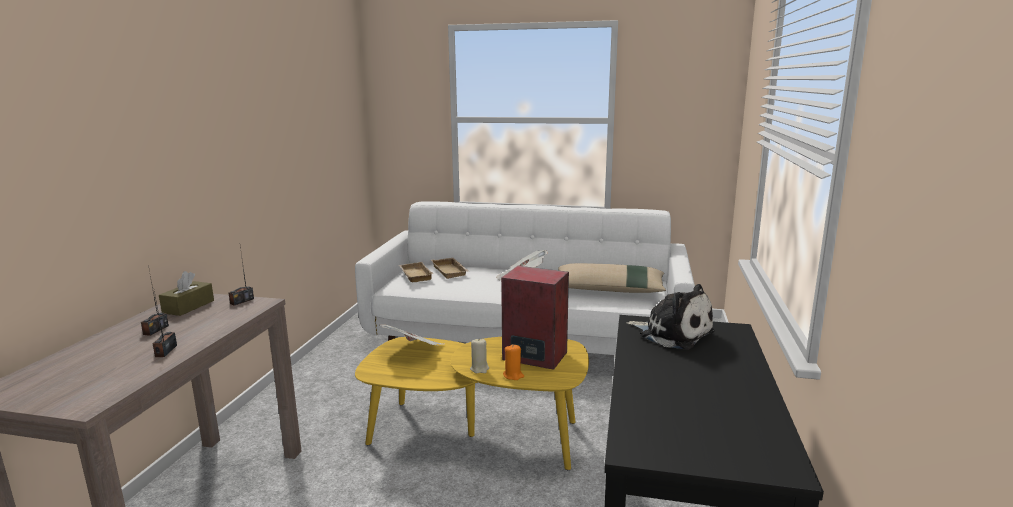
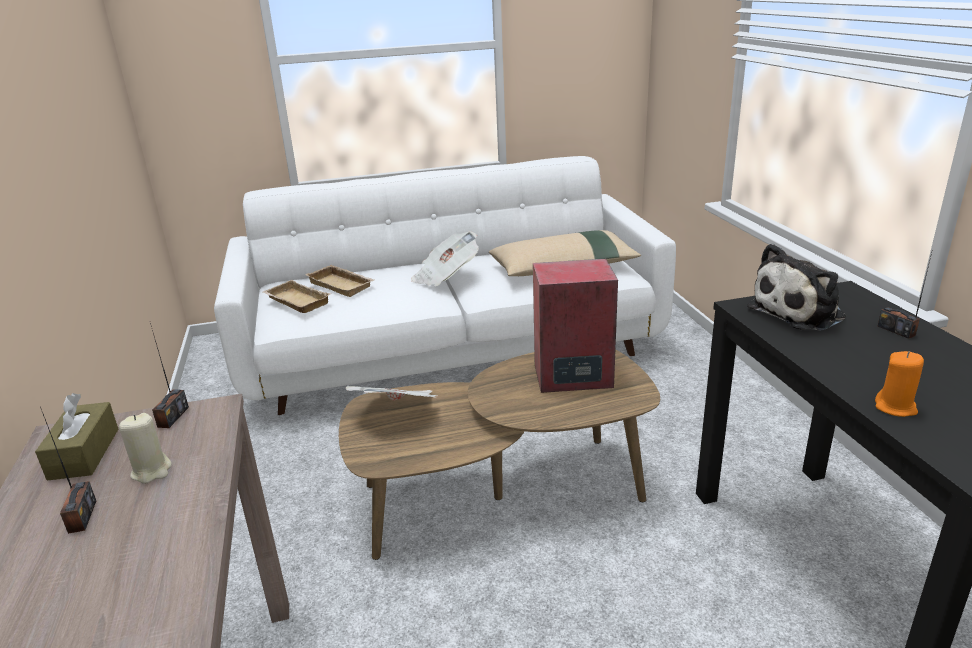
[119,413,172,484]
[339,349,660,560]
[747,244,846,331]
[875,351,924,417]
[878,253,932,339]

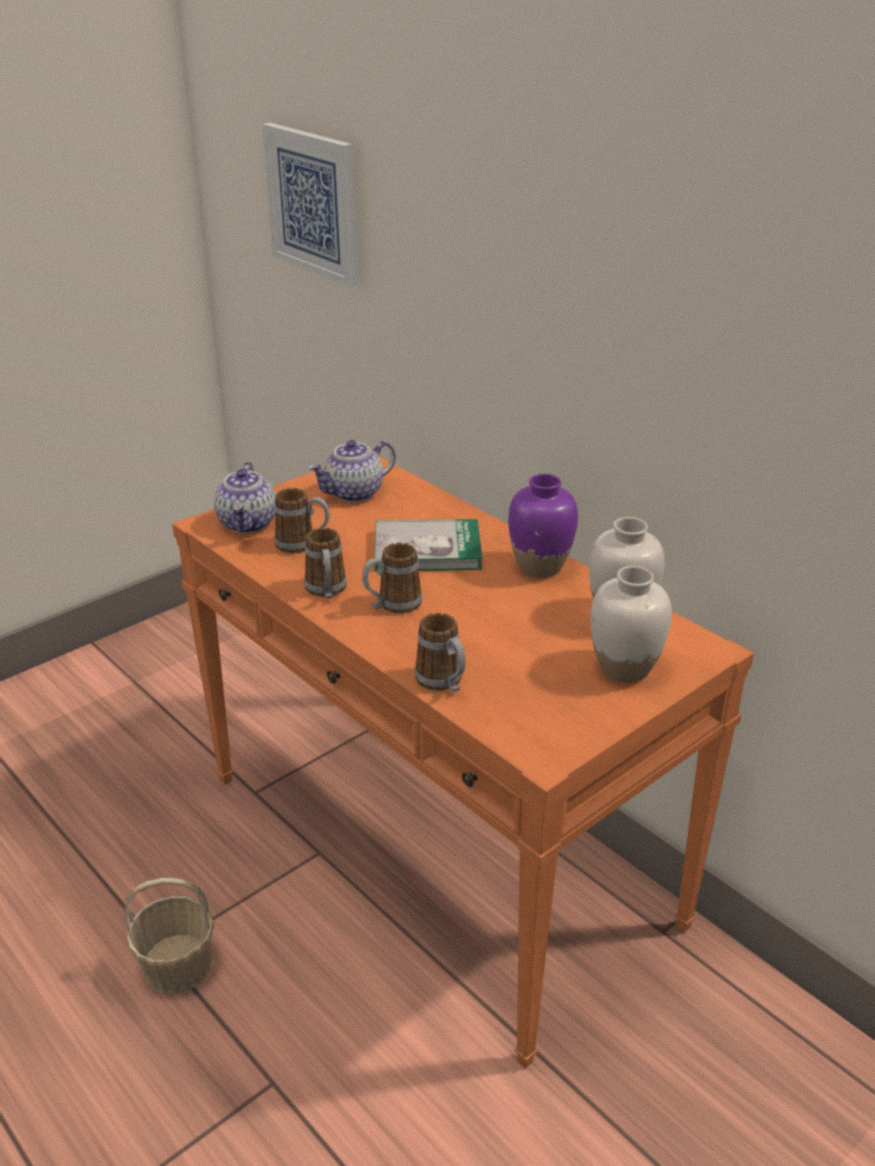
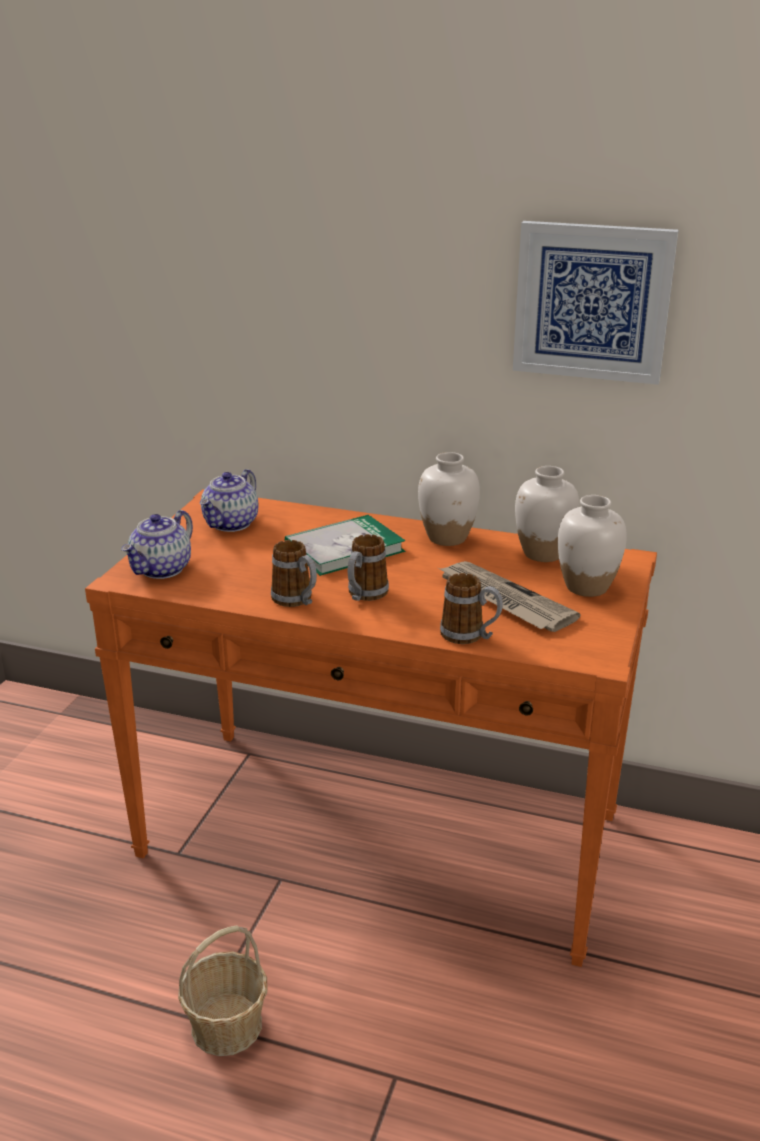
[121,510,193,579]
[418,452,480,546]
[438,561,581,632]
[513,221,678,385]
[274,488,330,553] (first image)

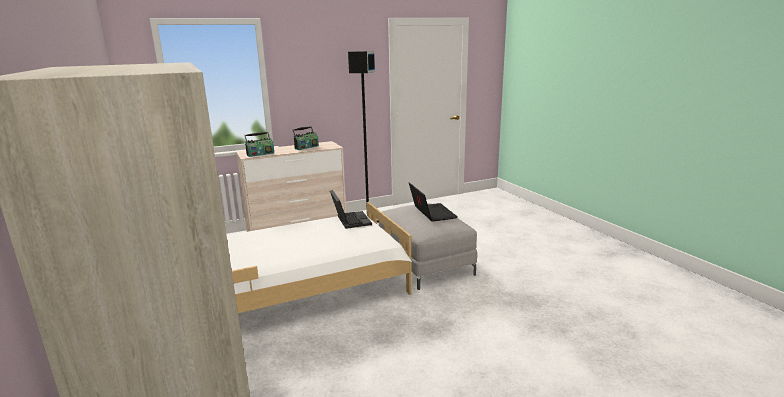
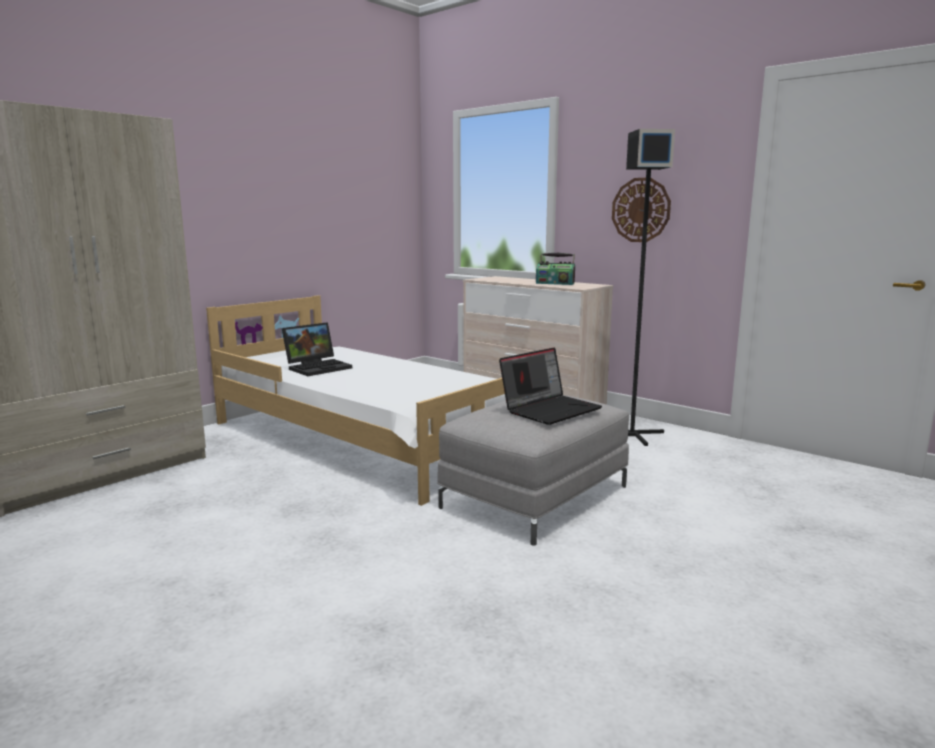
[282,322,352,376]
[612,178,671,242]
[245,132,274,157] (first image)

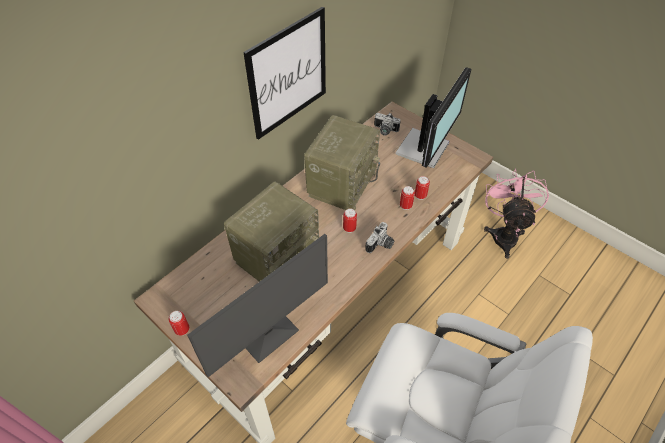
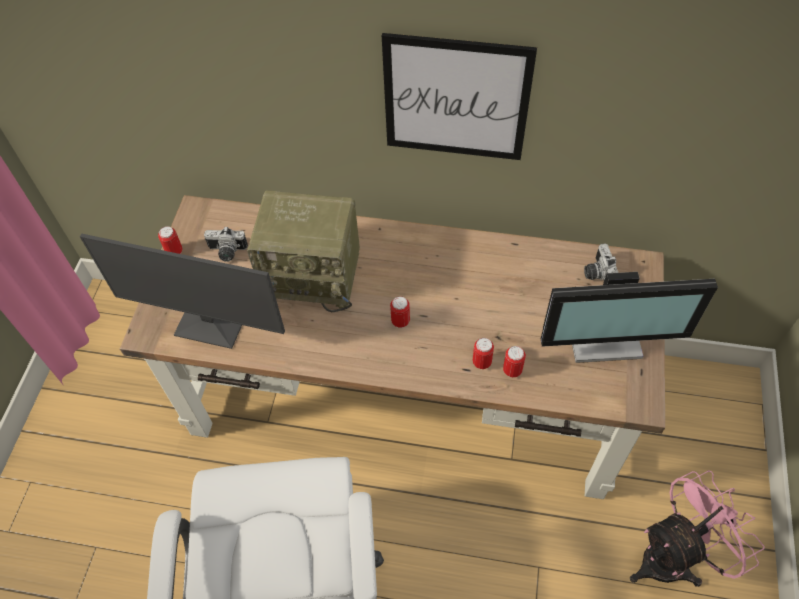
[204,226,248,262]
[304,115,380,210] (first image)

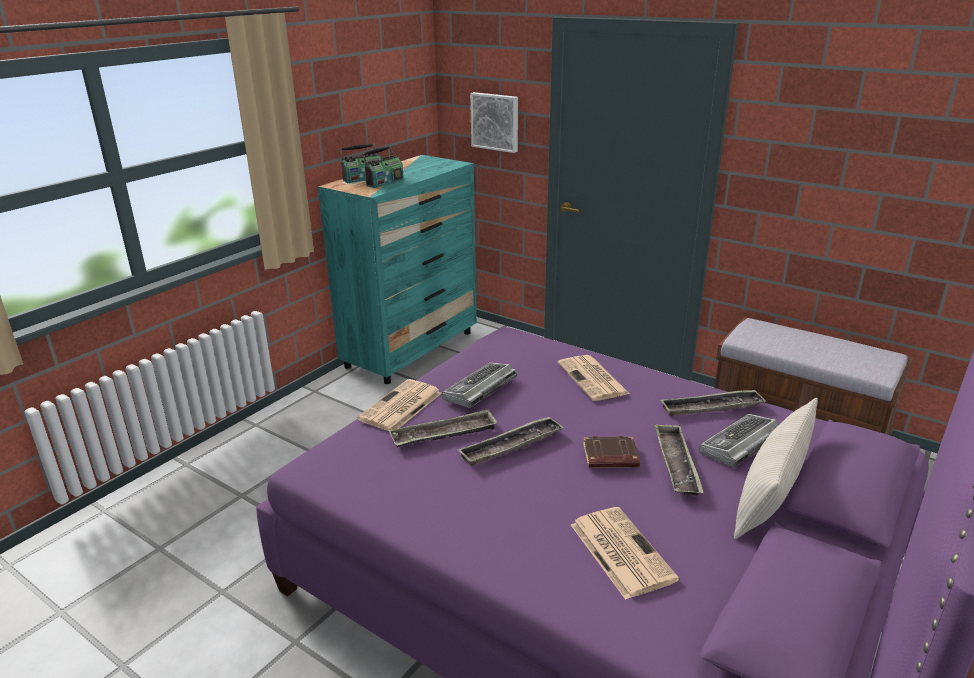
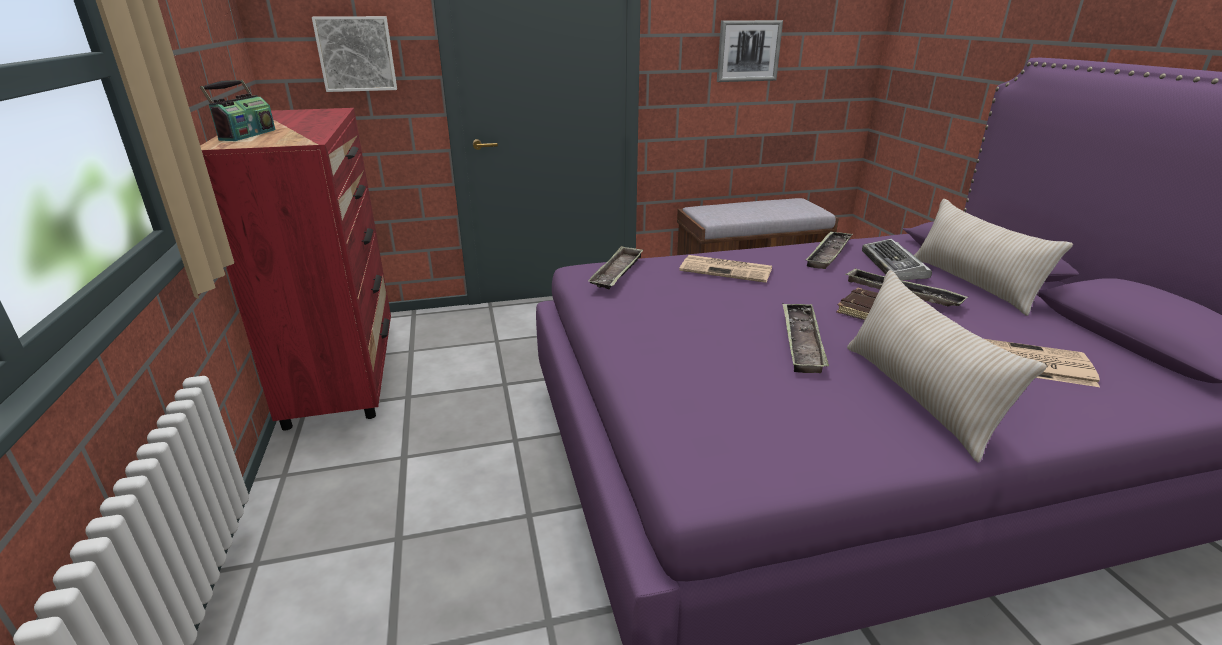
[200,108,391,431]
[588,246,643,289]
[717,20,783,82]
[847,270,1047,463]
[357,379,442,431] (first image)
[362,146,404,188] (first image)
[442,362,517,408] (first image)

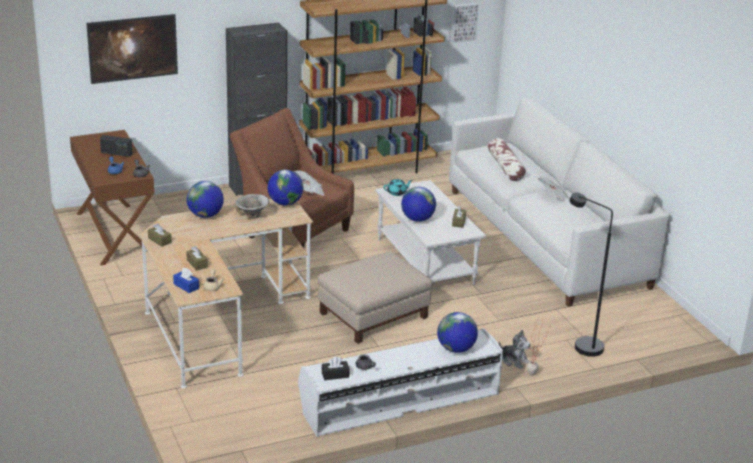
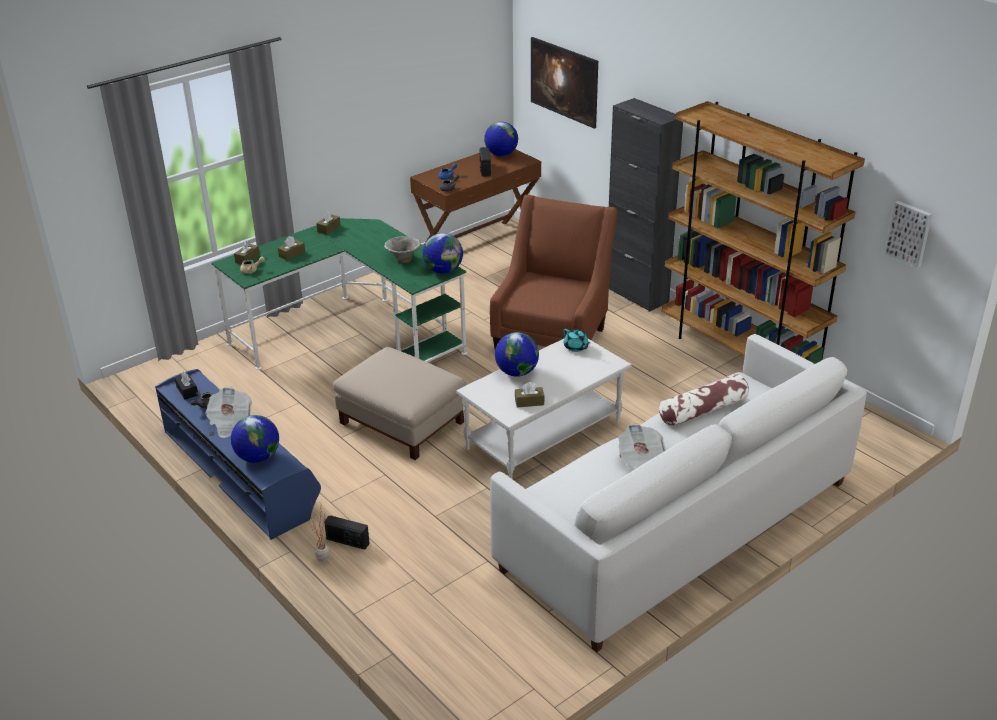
[155,369,321,540]
[206,387,252,438]
[211,218,467,370]
[234,240,260,264]
[324,516,370,549]
[484,122,518,156]
[570,193,613,357] (first image)

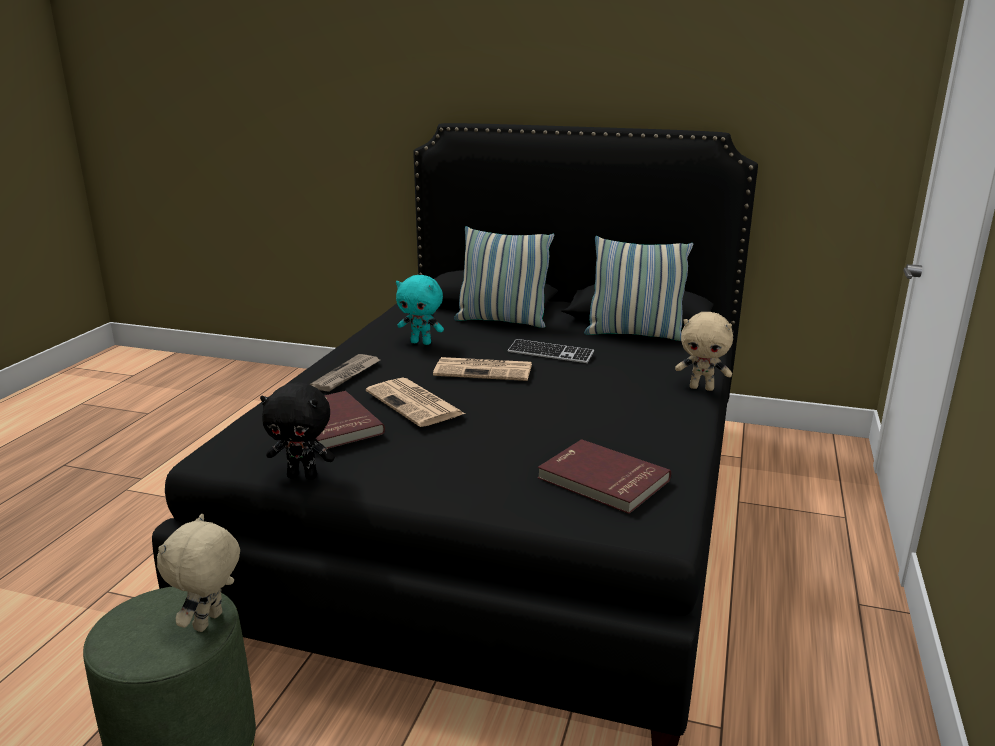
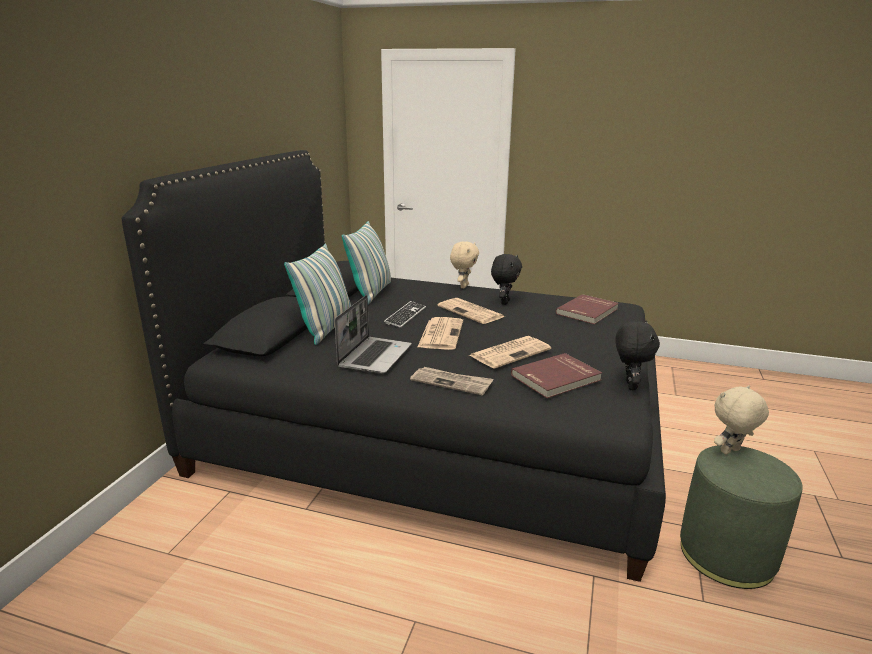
[335,295,412,374]
[437,298,505,324]
[491,254,522,305]
[714,385,769,454]

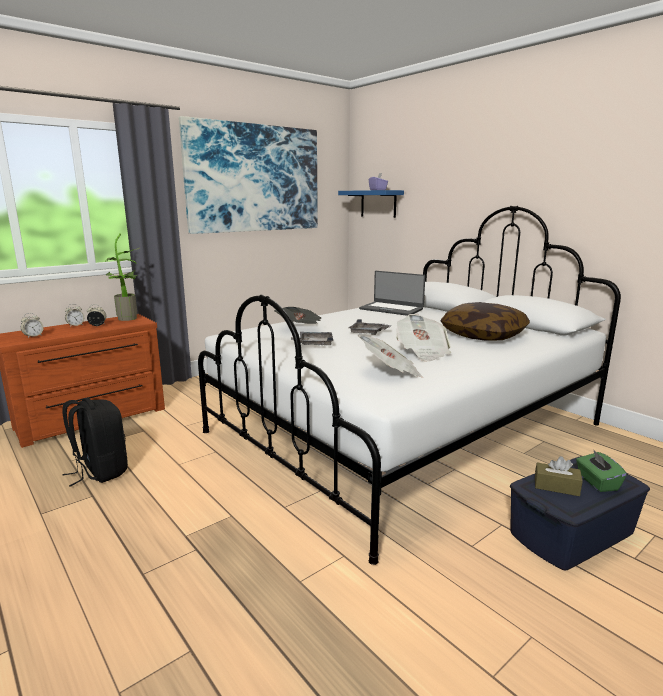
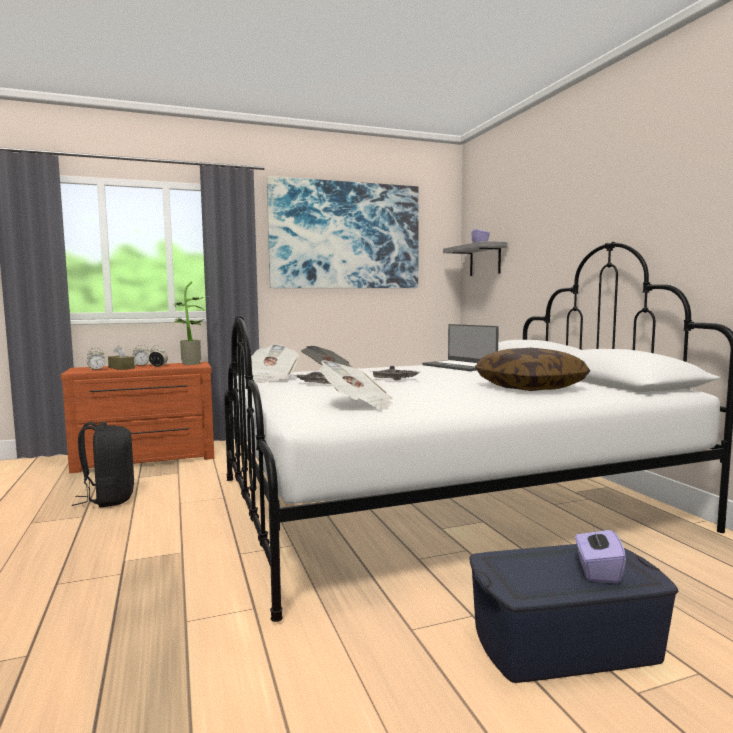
[108,346,135,370]
[251,344,300,383]
[443,241,507,276]
[575,523,626,584]

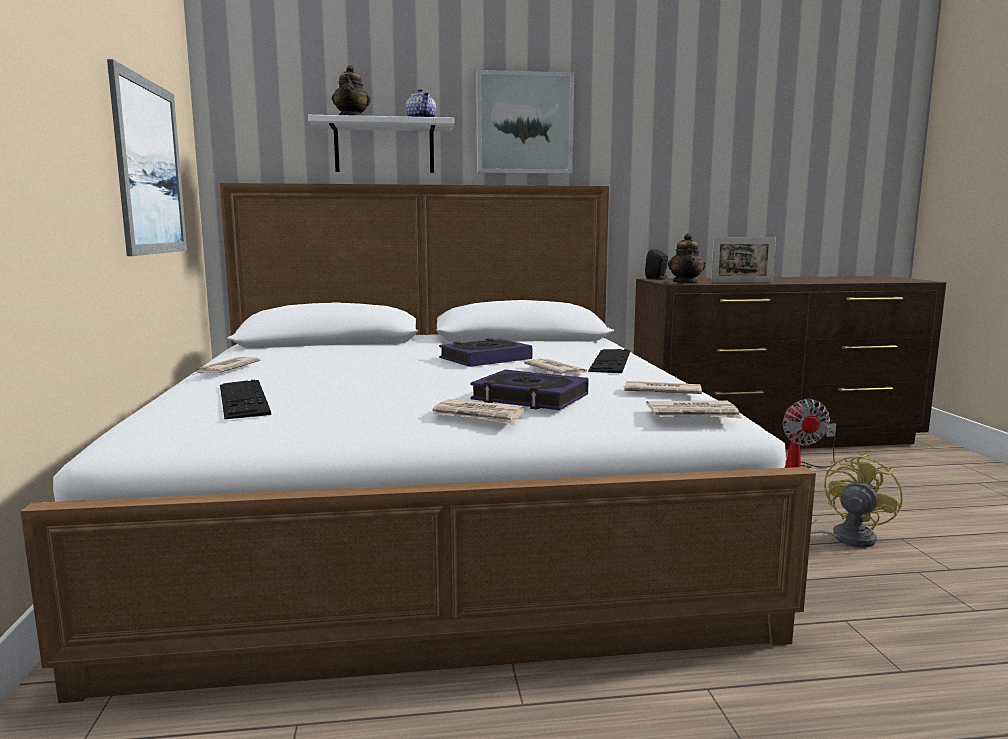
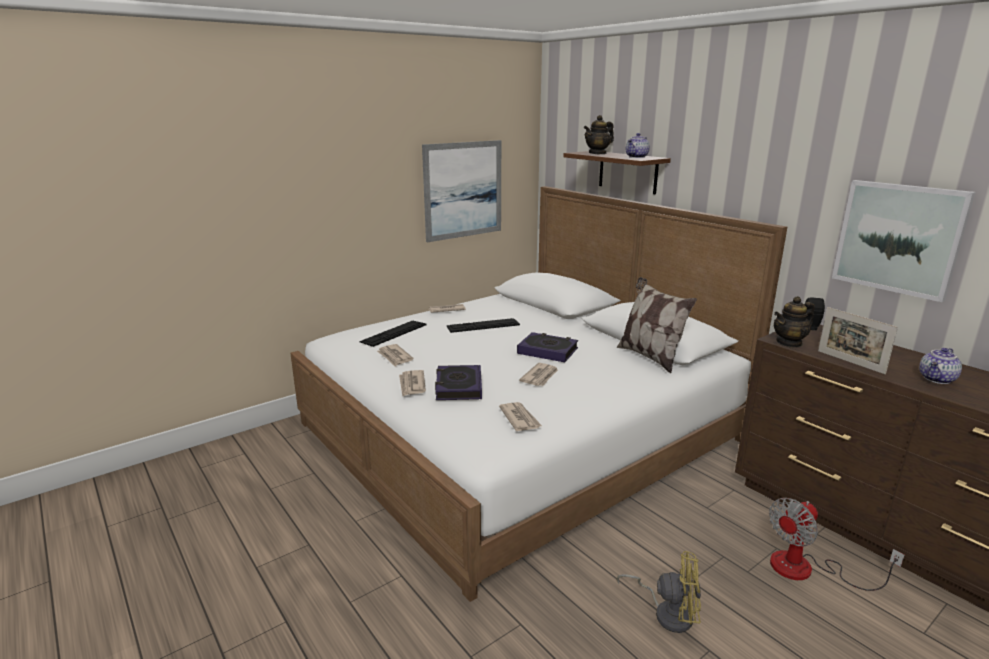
[377,344,414,366]
[446,318,520,333]
[563,151,671,194]
[617,277,697,373]
[832,180,976,302]
[919,348,962,384]

